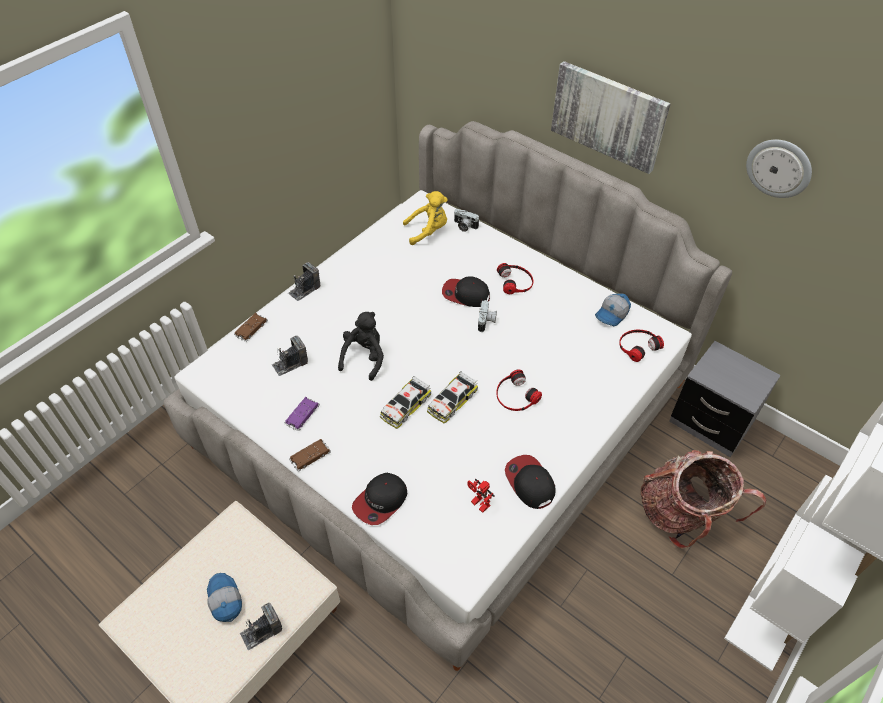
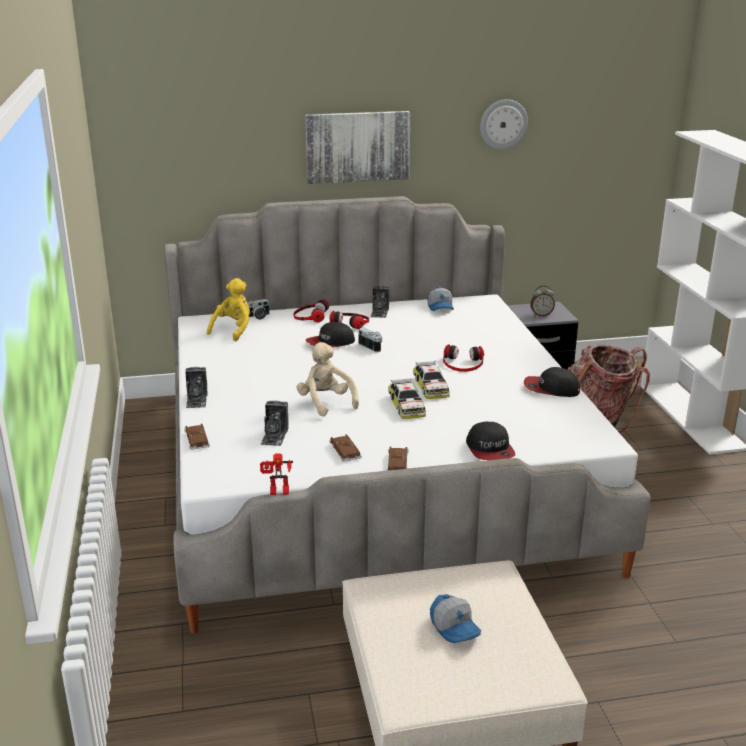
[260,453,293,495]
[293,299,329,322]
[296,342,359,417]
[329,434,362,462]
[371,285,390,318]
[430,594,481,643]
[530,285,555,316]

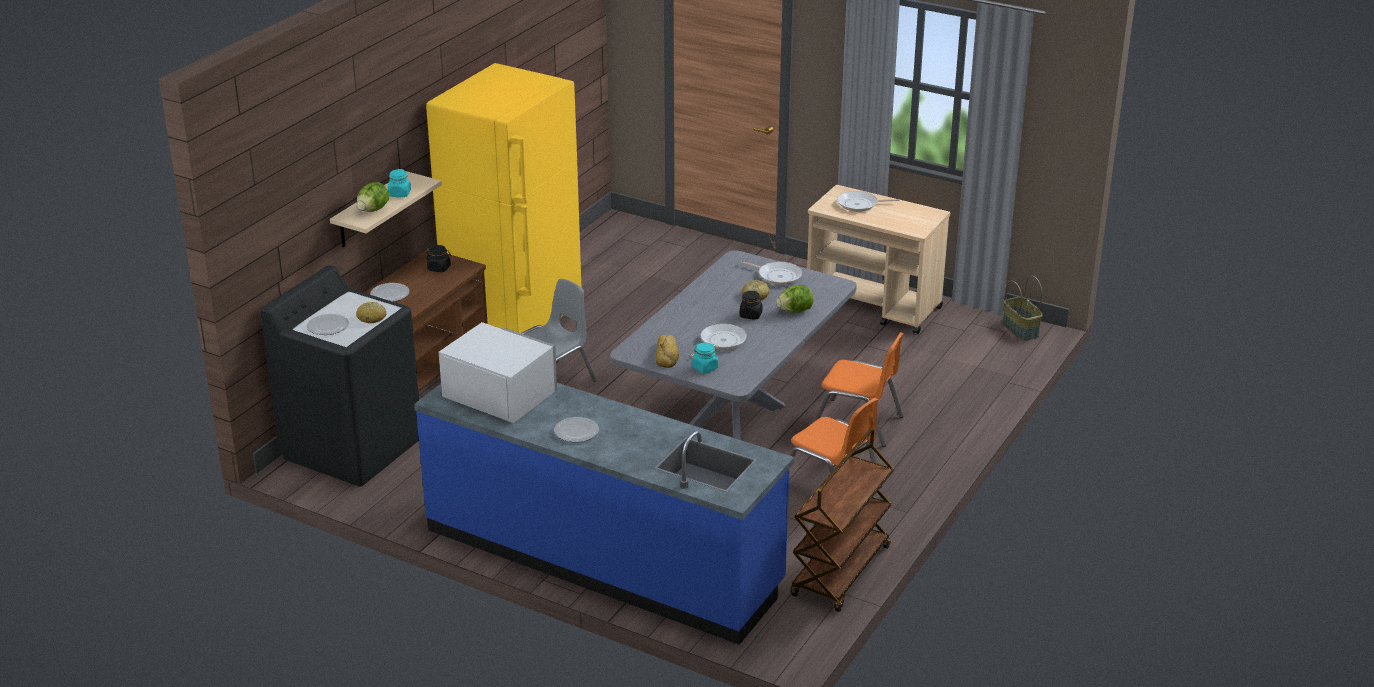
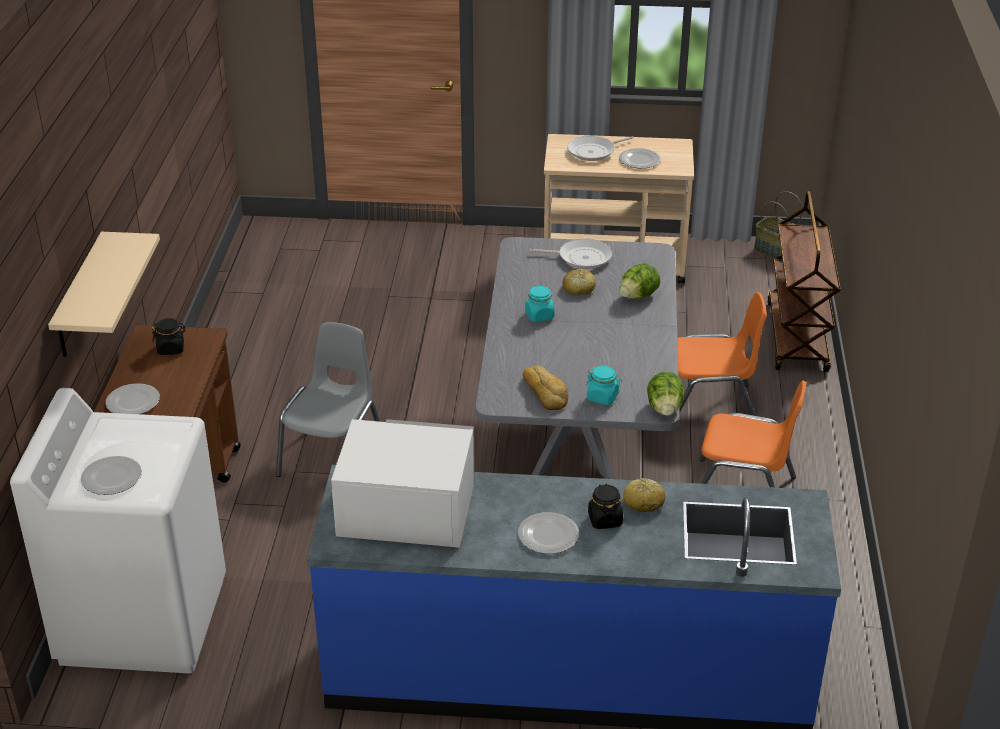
[10,388,226,673]
[525,285,555,322]
[588,484,623,529]
[619,148,661,168]
[623,478,665,512]
[647,372,685,416]
[767,191,841,372]
[426,63,581,333] (first image)
[690,324,747,357] (first image)

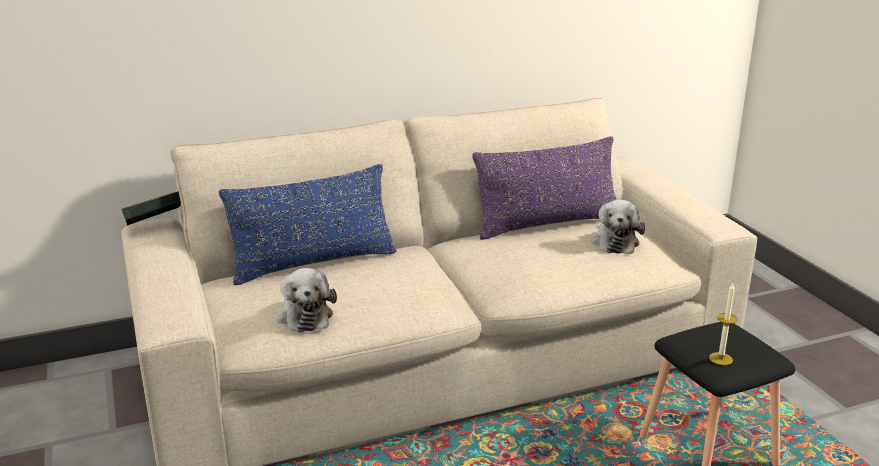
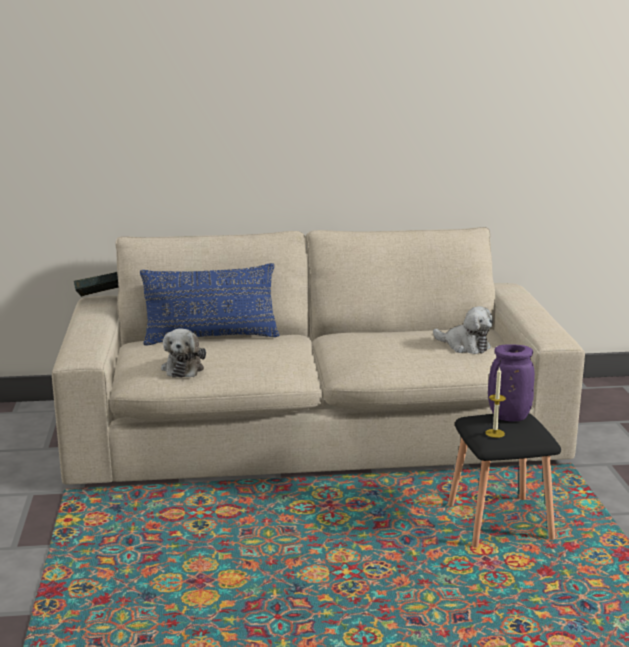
[433,306,494,354]
[488,344,535,421]
[472,136,617,240] (first image)

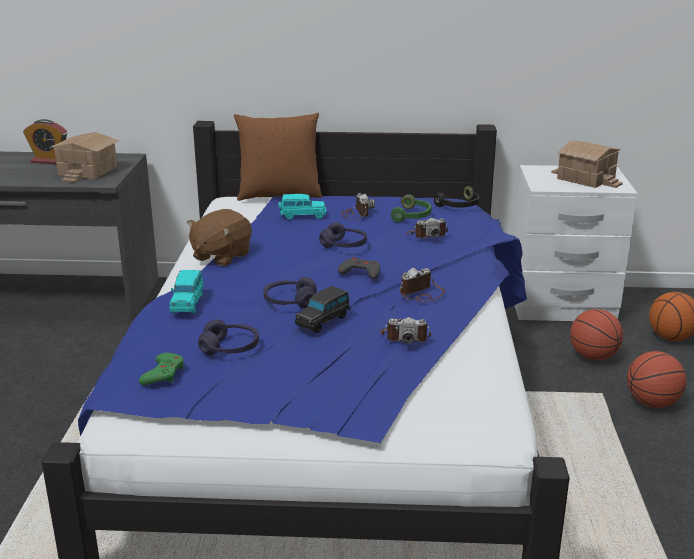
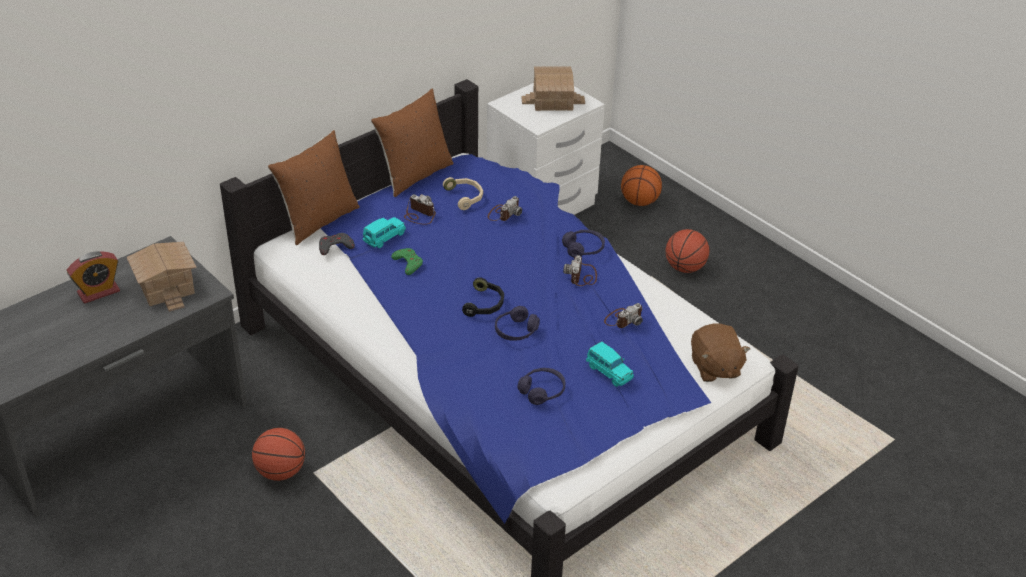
[252,428,305,481]
[319,233,355,255]
[371,88,453,197]
[391,248,423,275]
[443,177,483,210]
[462,277,504,317]
[562,230,605,258]
[586,341,634,387]
[691,323,750,382]
[295,286,350,333] (first image)

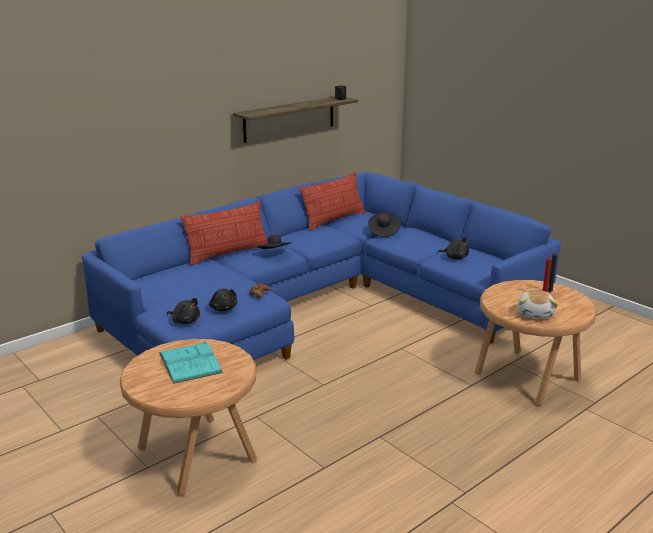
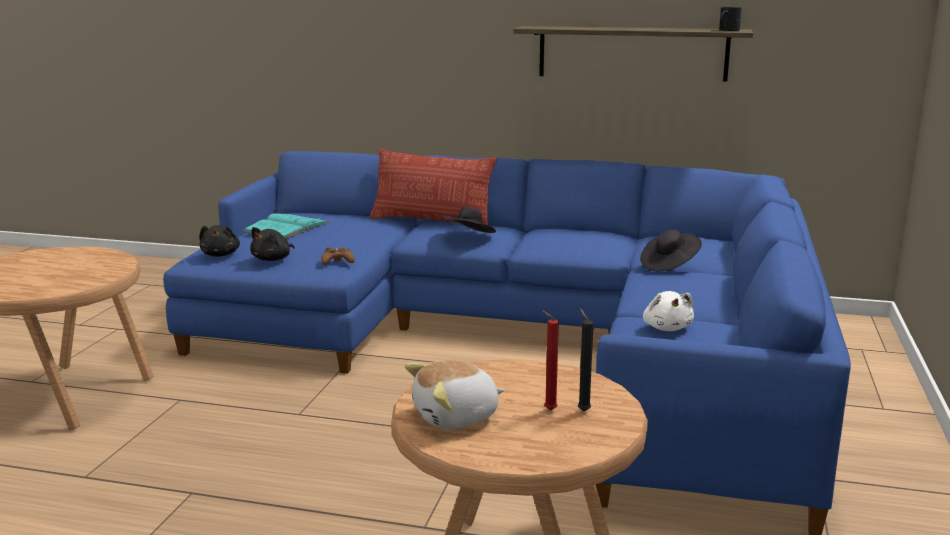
[243,214,329,239]
[643,291,694,331]
[299,172,365,231] (first image)

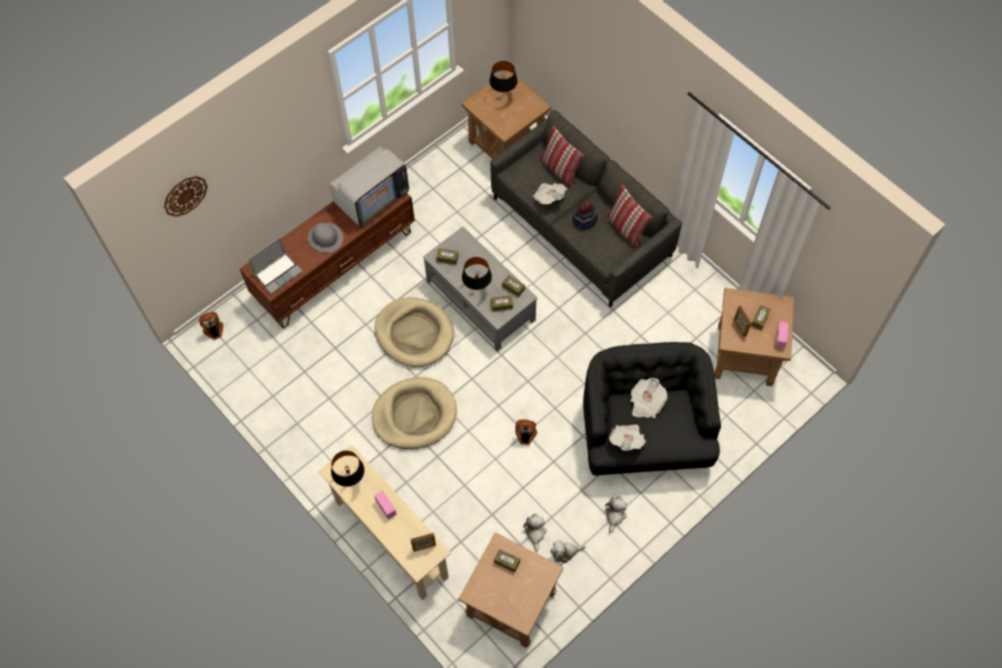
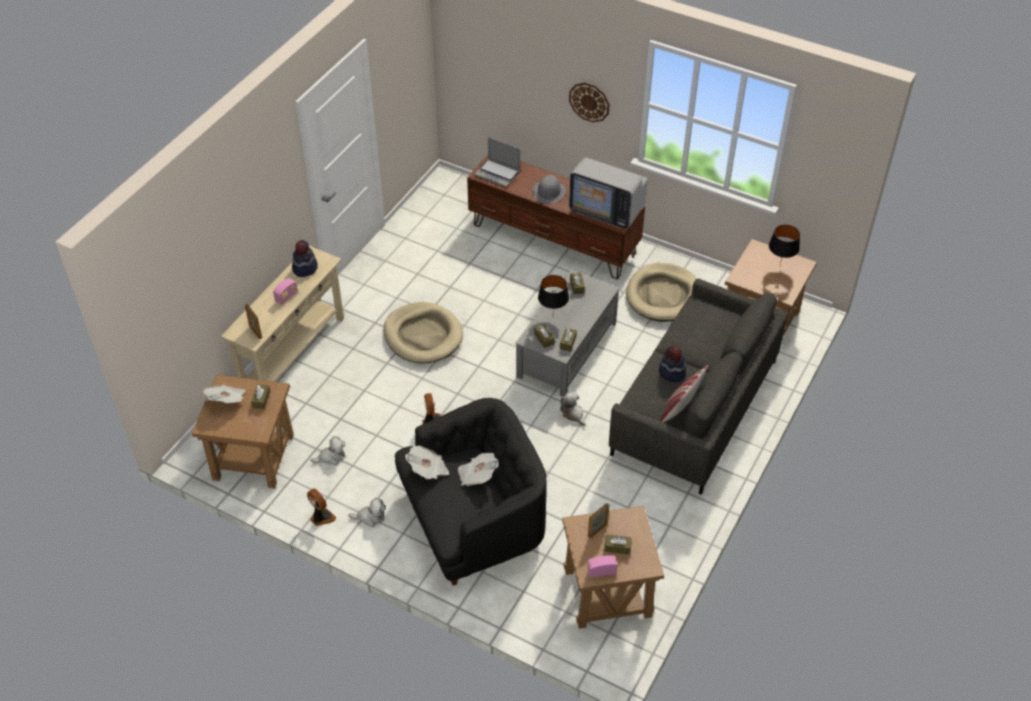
[203,385,246,403]
[292,240,318,277]
[307,488,336,526]
[560,392,586,426]
[569,82,610,123]
[626,263,696,322]
[540,126,584,188] (first image)

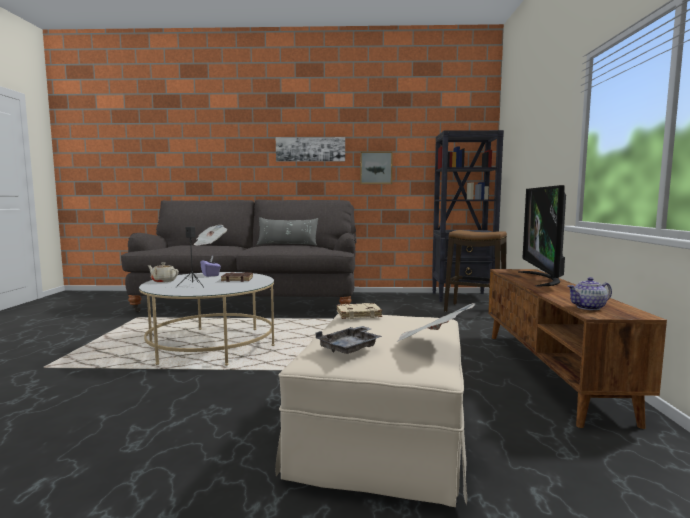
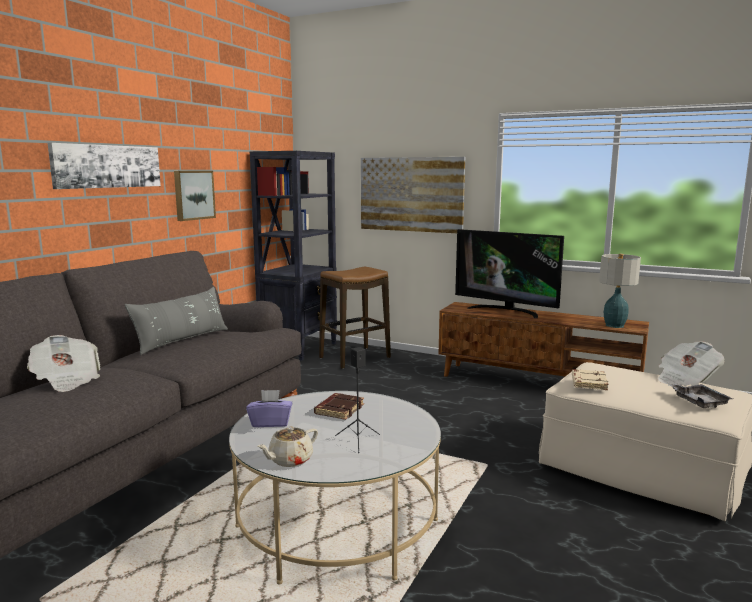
[361,157,465,233]
[599,254,641,328]

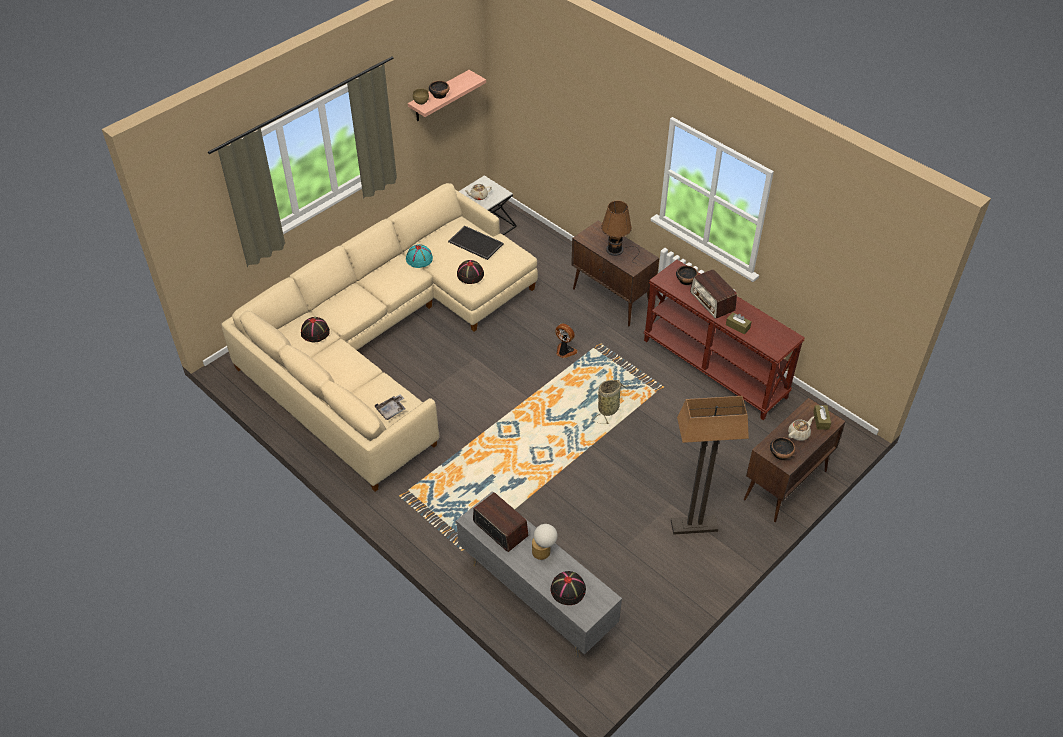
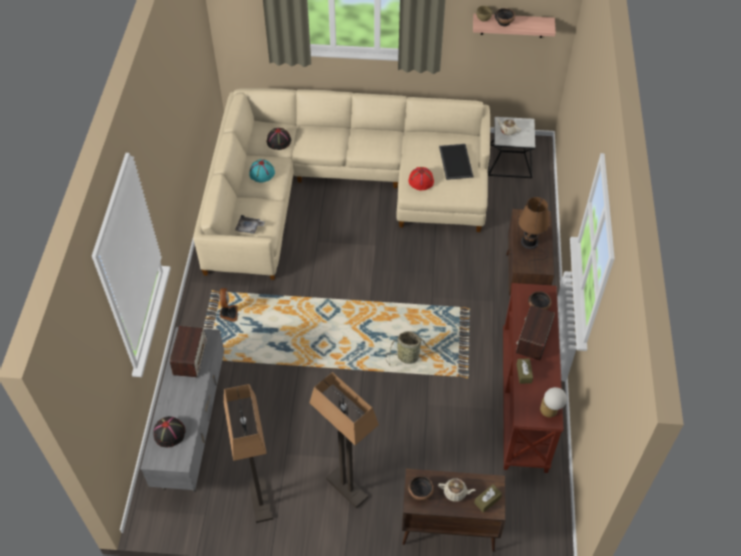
[220,288,238,322]
[224,384,273,523]
[249,159,275,183]
[408,167,434,190]
[540,387,567,417]

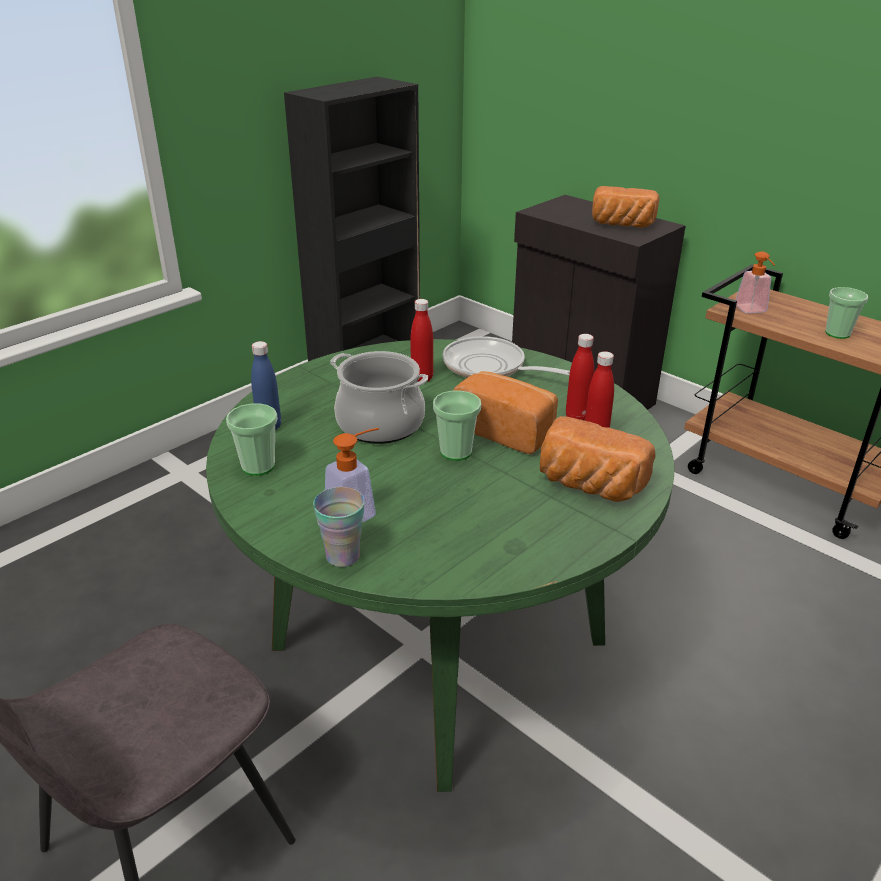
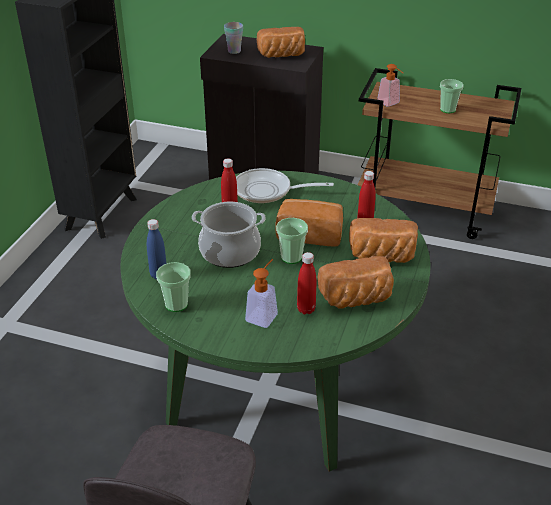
[224,22,243,54]
[297,252,317,314]
[318,256,394,309]

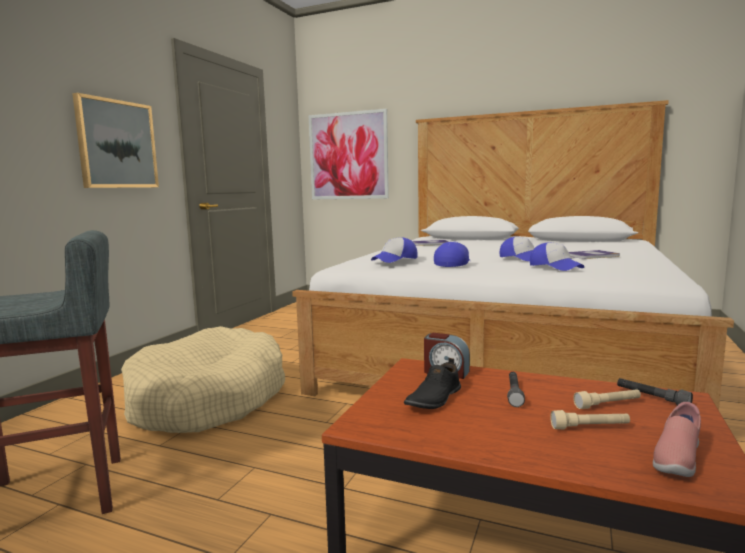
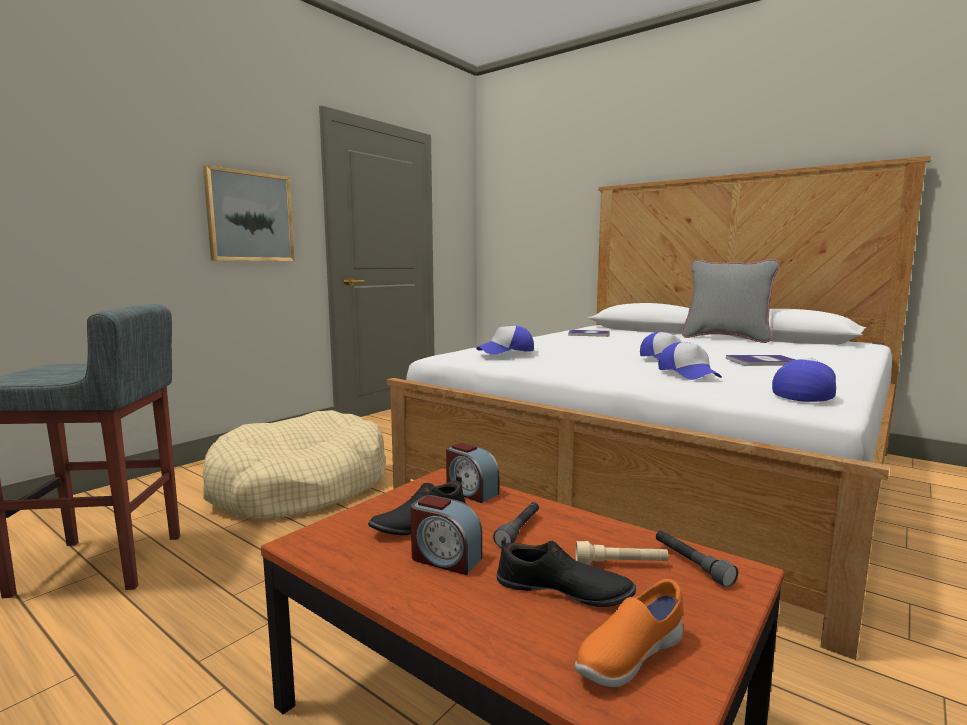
[411,495,482,575]
[497,537,636,607]
[575,579,684,687]
[682,259,780,343]
[772,358,836,402]
[309,109,389,199] (first image)

